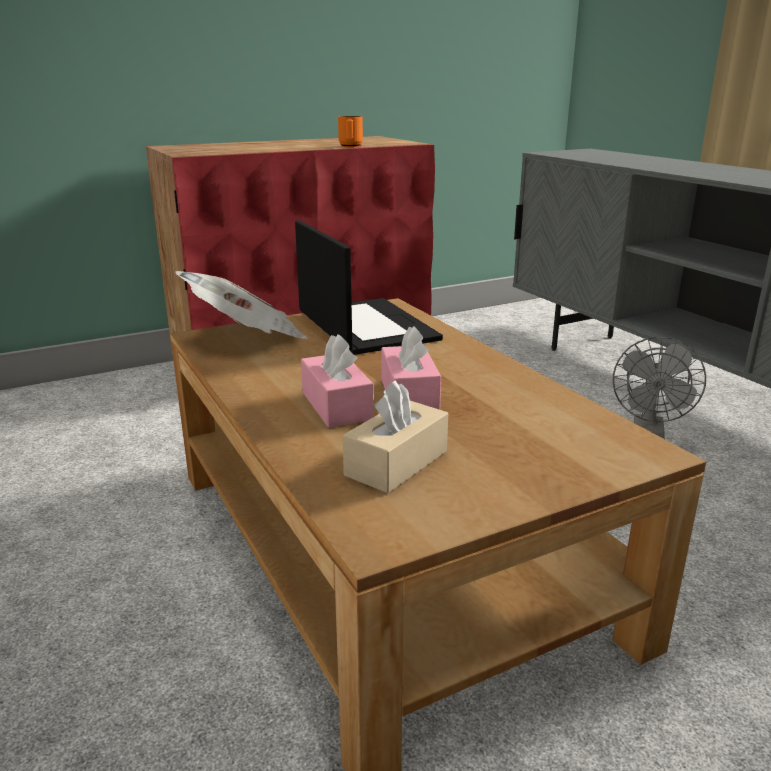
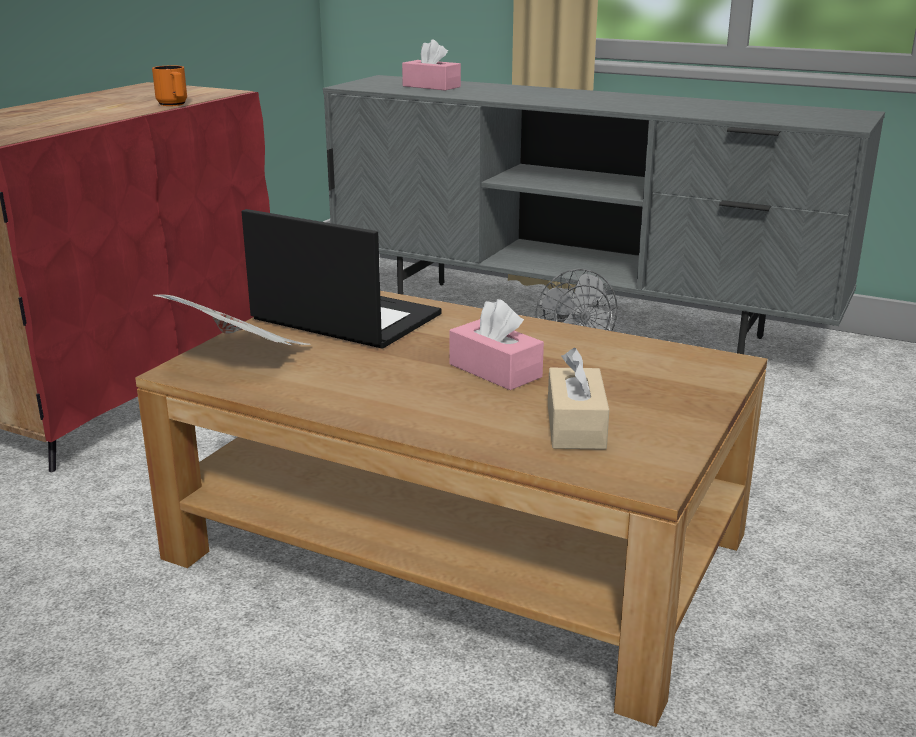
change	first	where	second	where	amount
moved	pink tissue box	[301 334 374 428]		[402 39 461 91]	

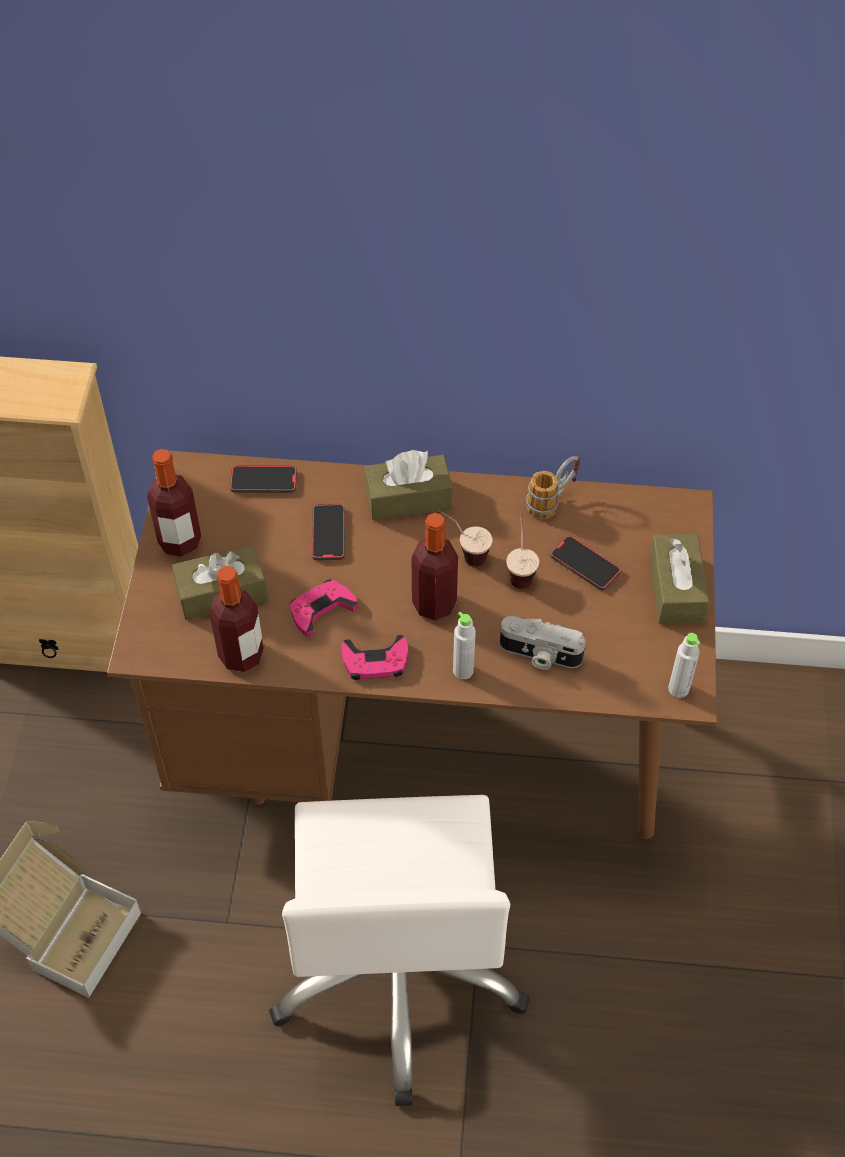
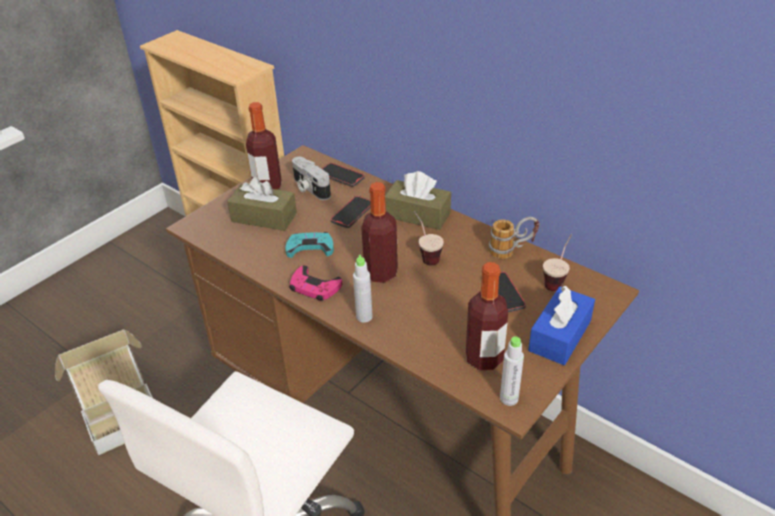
change	first	where	second	where	amount
moved	bottle	[209 566 264 672]		[466 262 508 370]	
recoloured	pink game controller	[290 580 358 637]	turquoise game controller	[285 232 334 258]	
moved	photo camera	[500 616 585 670]		[292 157 331 200]	
moved	cup	[506 513 539 589]		[543 234 572 291]	
recoloured	brown tissue box	[649 534 709 624]	blue tissue box	[528 286 595 365]	

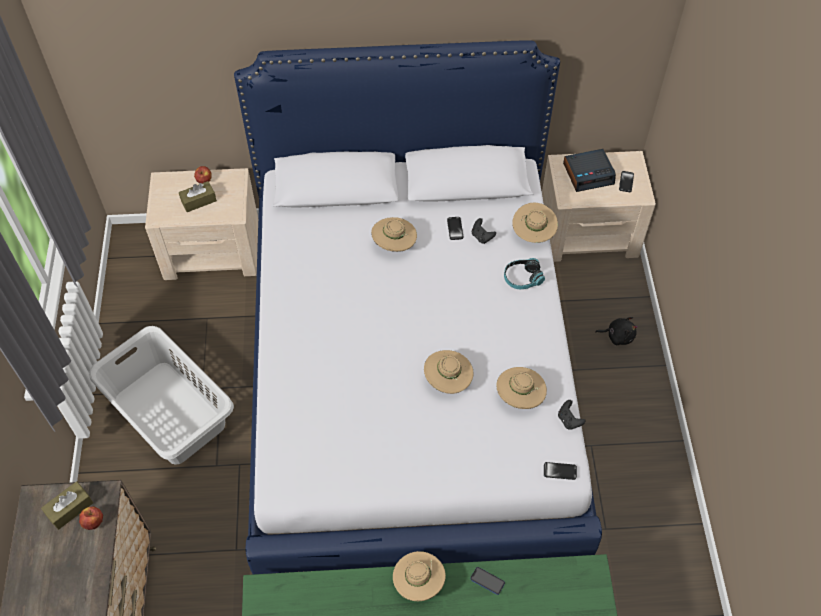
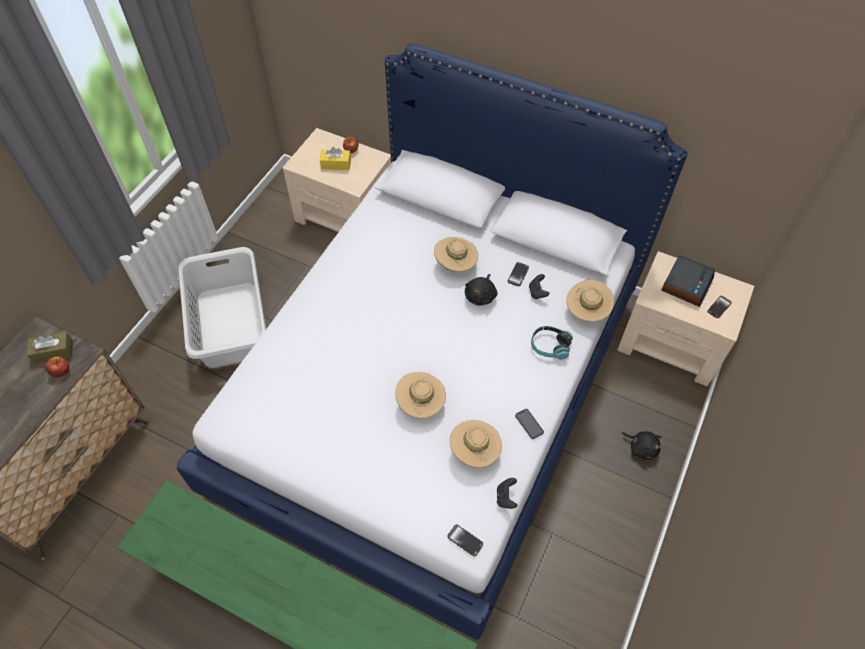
change	first	where	second	where	amount
recoloured	brown tissue box	[179 181 217 212]	yellow tissue box	[320 147 351 170]	
removed	beige hat	[393 551 446 601]			
moved	phone	[470 567 505 595]		[515 409 544 439]	
turned	alarm clock	[563 149 616 192]		[662 255 715 307]	75 degrees counterclockwise
added			black plush toy	[465 274 498 306]	

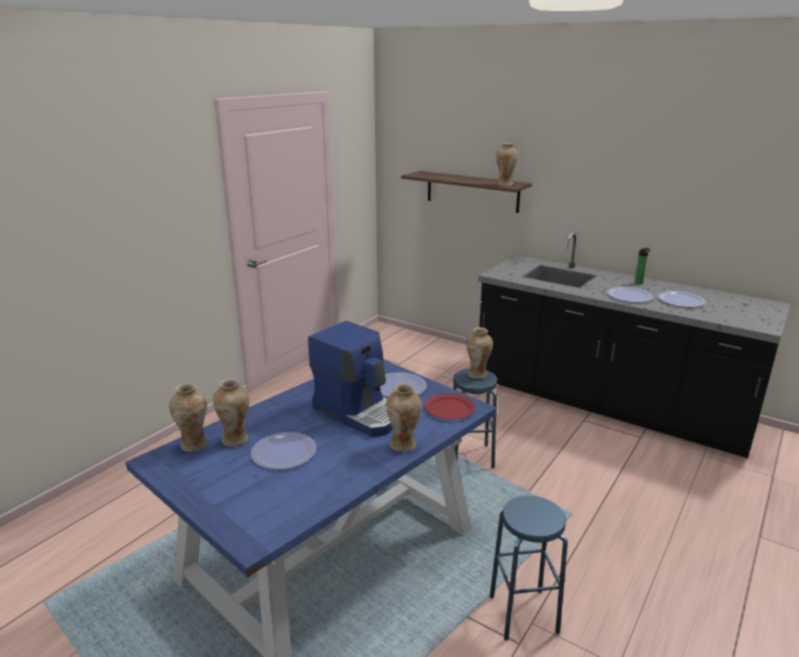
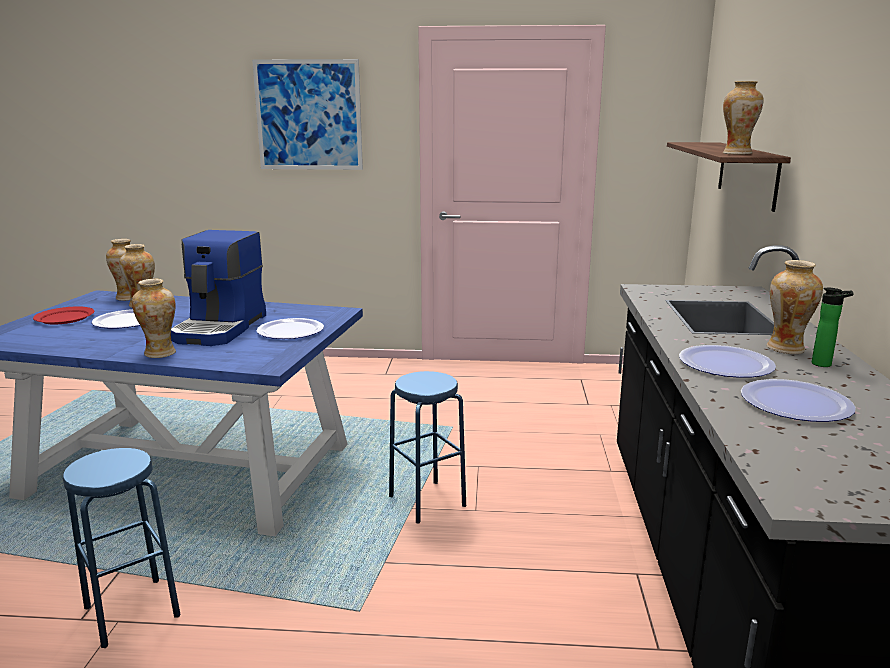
change	first	where	second	where	amount
moved	red plate	[424 393 475 420]		[33 306 94 324]	
moved	vase	[467 327 493 379]		[767 260 823 354]	
added			picture	[252 59 363 170]	

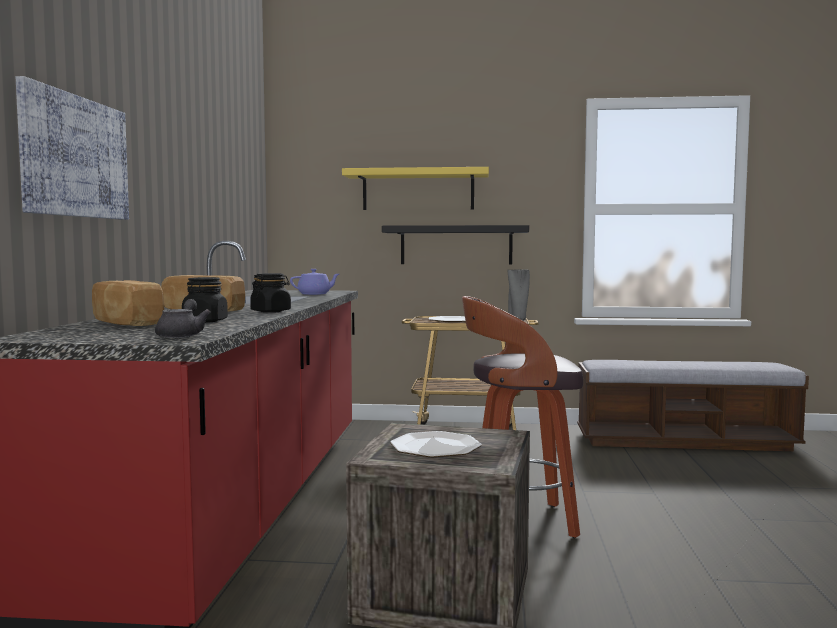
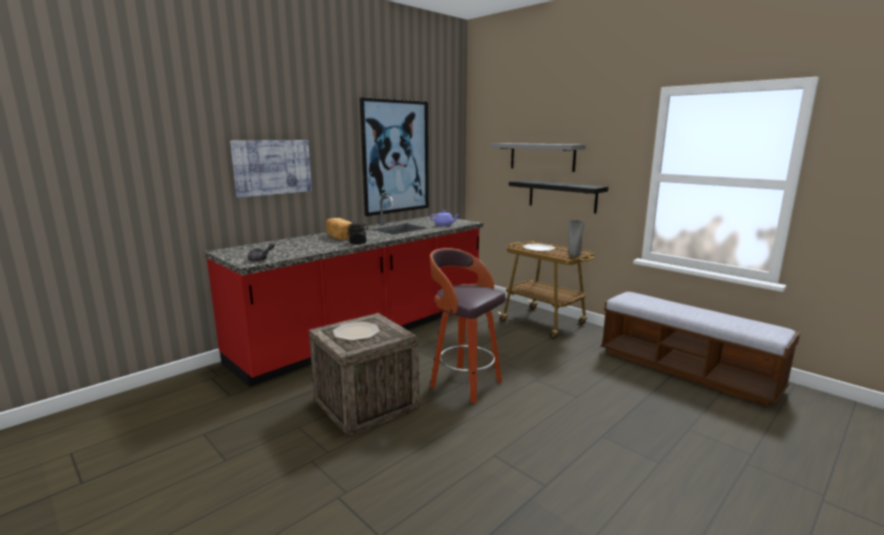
change	first	where	second	where	amount
removed	bread	[92 280 164 326]			
removed	black jar	[182 277 228 323]			
recoloured	yellow shelf	[342 167 489 210]	grey shelf	[490 143 586 172]	
added			picture	[360 97 429 216]	

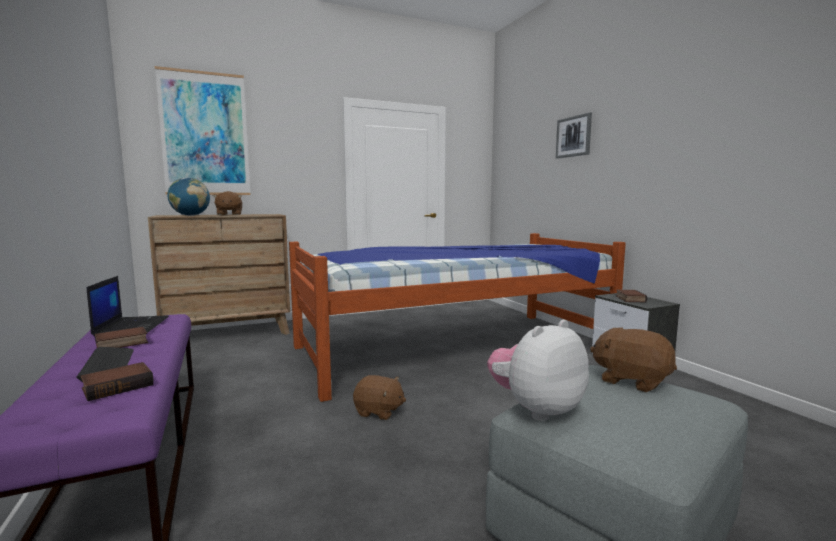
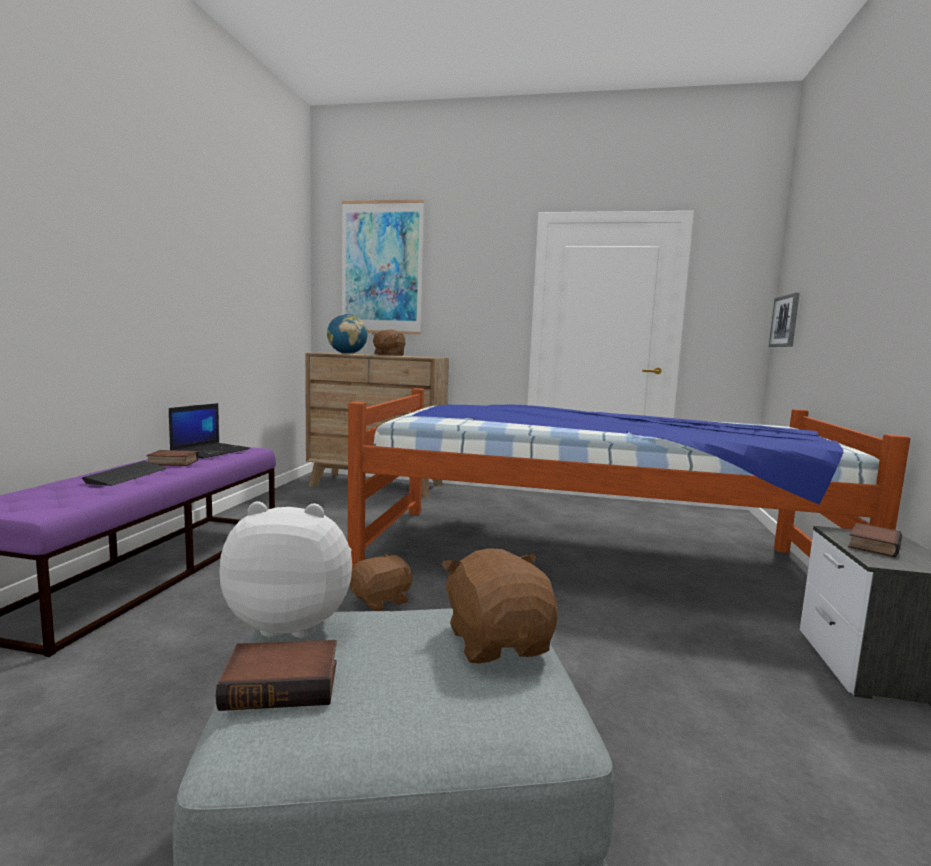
change	first	where	second	where	amount
moved	book	[80 362 154 401]		[216 640 337 711]	
turned	brown plush toy	[353 375 406 420]		[350 554 413 611]	90 degrees counterclockwise
moved	picture	[556 112 592 159]		[769 293 800 347]	

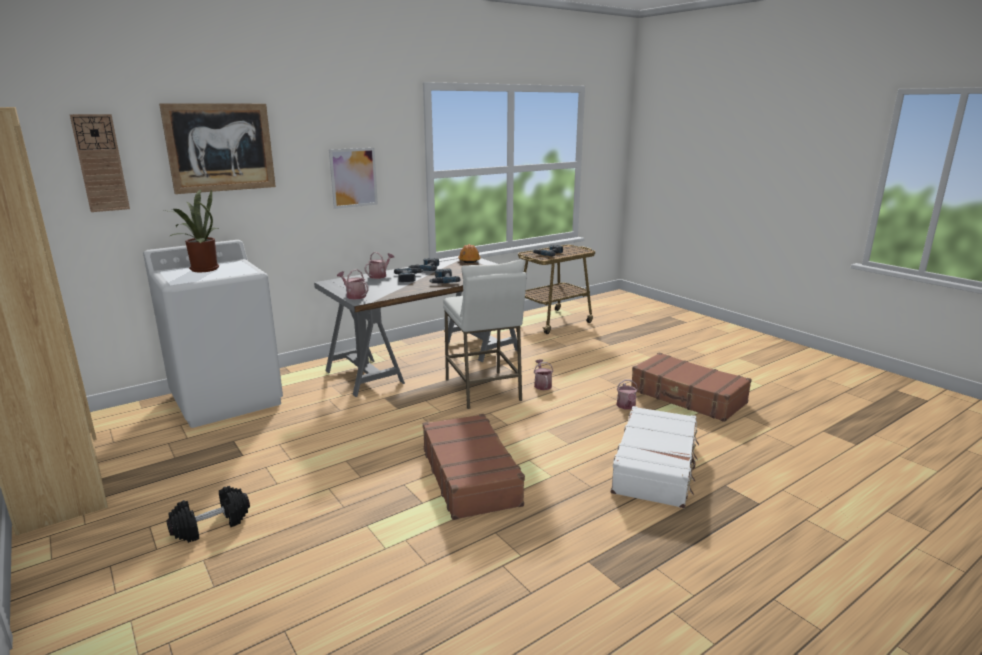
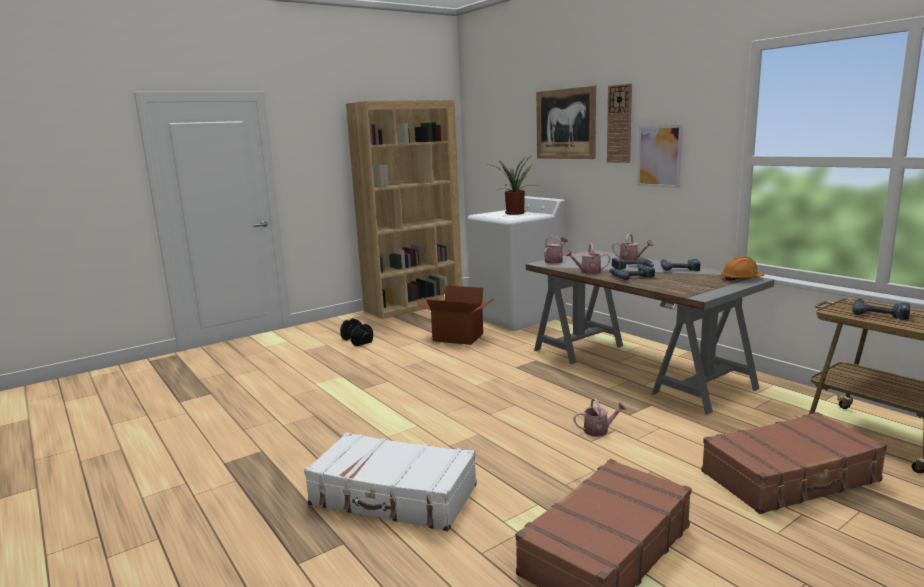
change	first	where	second	where	amount
moved	wall clock	[70 114 130 212]		[607 83 632 163]	
moved	brown suitcase	[422 414 525 520]		[701 412 887 514]	
removed	white stool	[443 260 527 409]			
moved	watering can	[616 380 638 409]		[565 244 610 274]	
added			cardboard box	[418 286 495 345]	

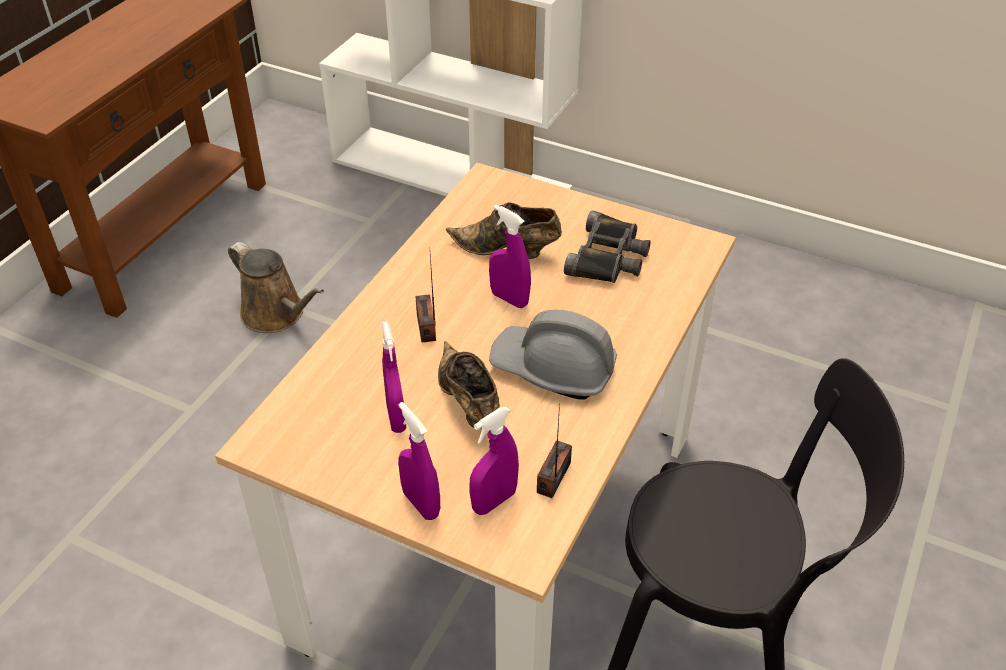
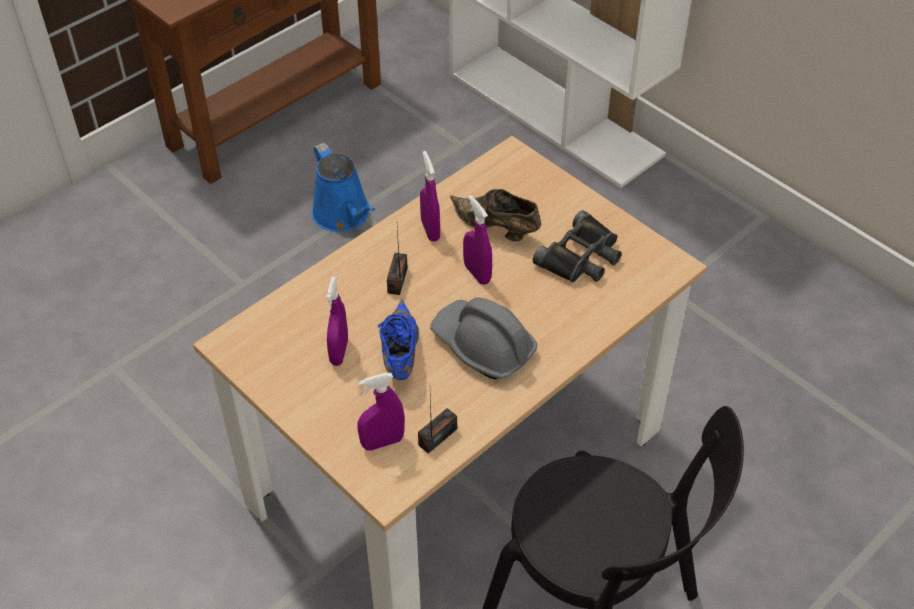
change	first	where	second	where	amount
recoloured	brown watering can	[228 242 324 333]	blue watering can	[312 143 375 232]	
moved	purple spray bottle	[398 402 440 520]		[420 151 440 242]	
recoloured	brown shoe	[438 341 500 429]	blue shoe	[378 299 419 380]	

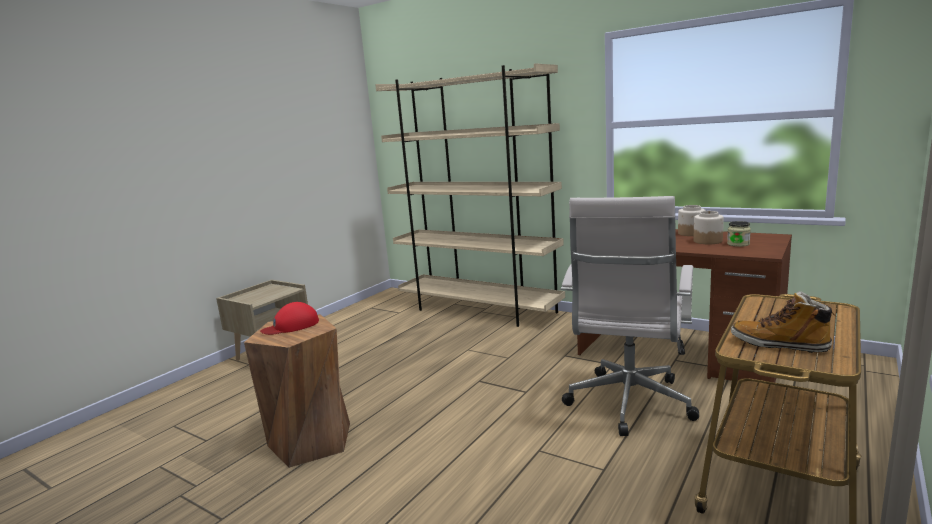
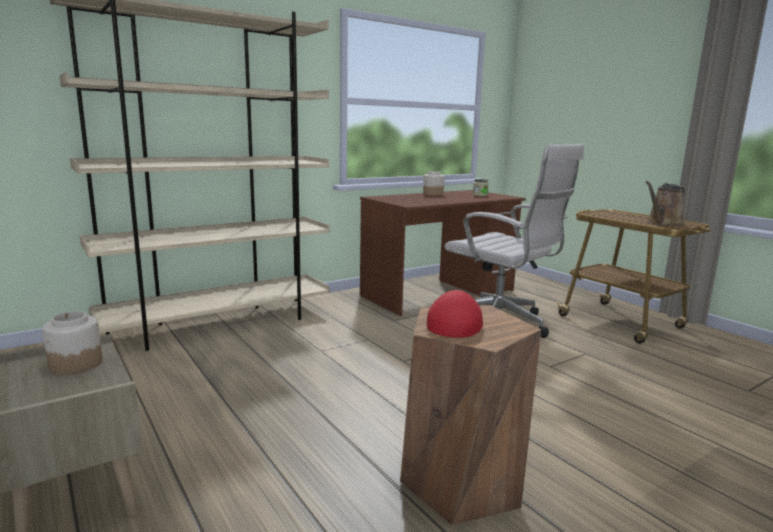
change	first	where	second	where	amount
turned	red cap	[260 302 319 335]		[427 290 483 338]	150 degrees counterclockwise
moved	jar	[693 211 724 244]		[42 311 102 375]	
replaced	boot	[731 291 836 353]	brown watering can	[646 181 685 226]	

